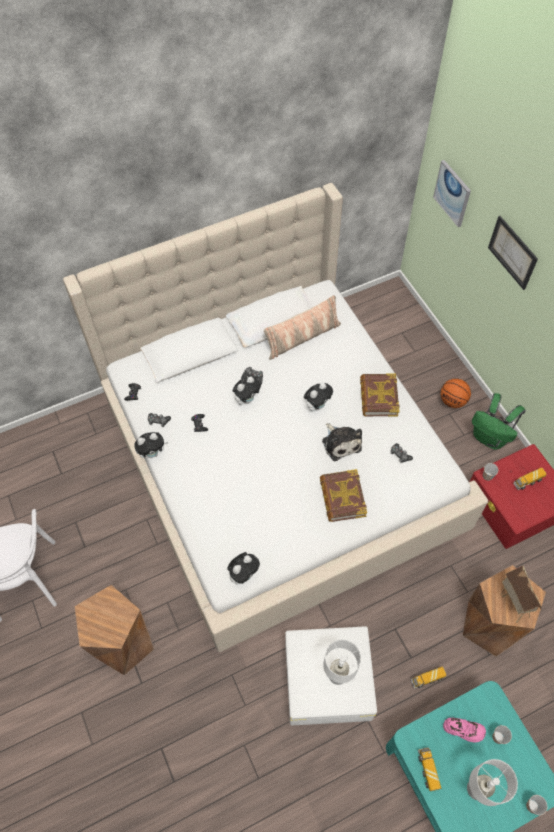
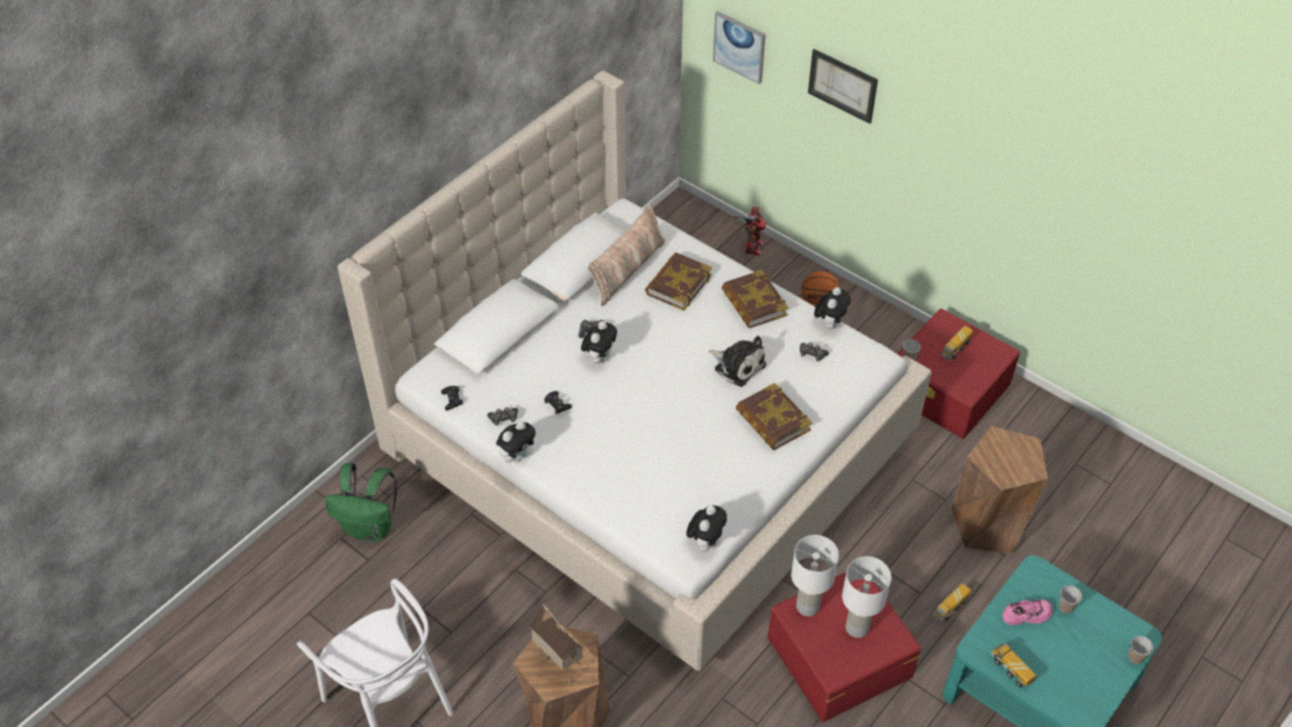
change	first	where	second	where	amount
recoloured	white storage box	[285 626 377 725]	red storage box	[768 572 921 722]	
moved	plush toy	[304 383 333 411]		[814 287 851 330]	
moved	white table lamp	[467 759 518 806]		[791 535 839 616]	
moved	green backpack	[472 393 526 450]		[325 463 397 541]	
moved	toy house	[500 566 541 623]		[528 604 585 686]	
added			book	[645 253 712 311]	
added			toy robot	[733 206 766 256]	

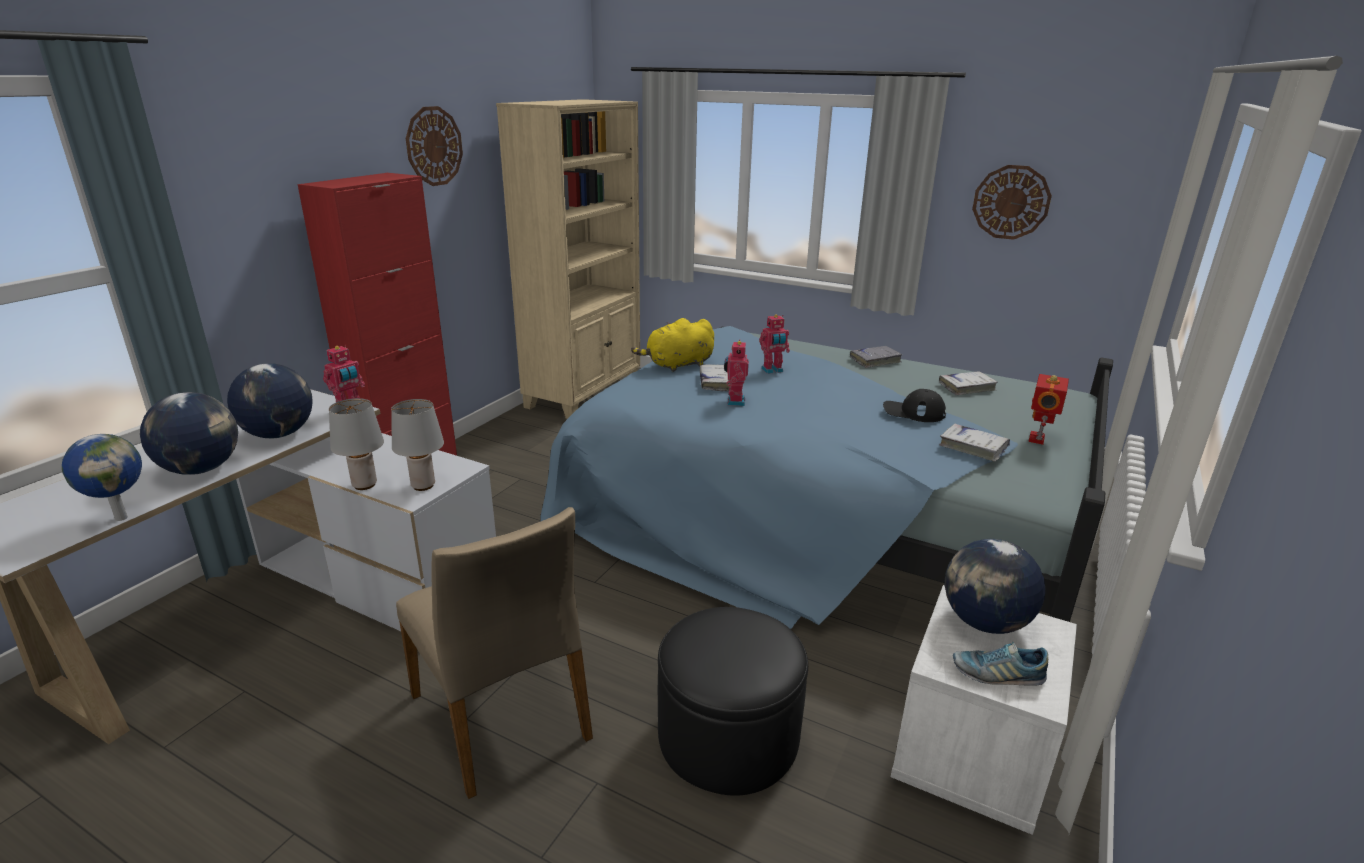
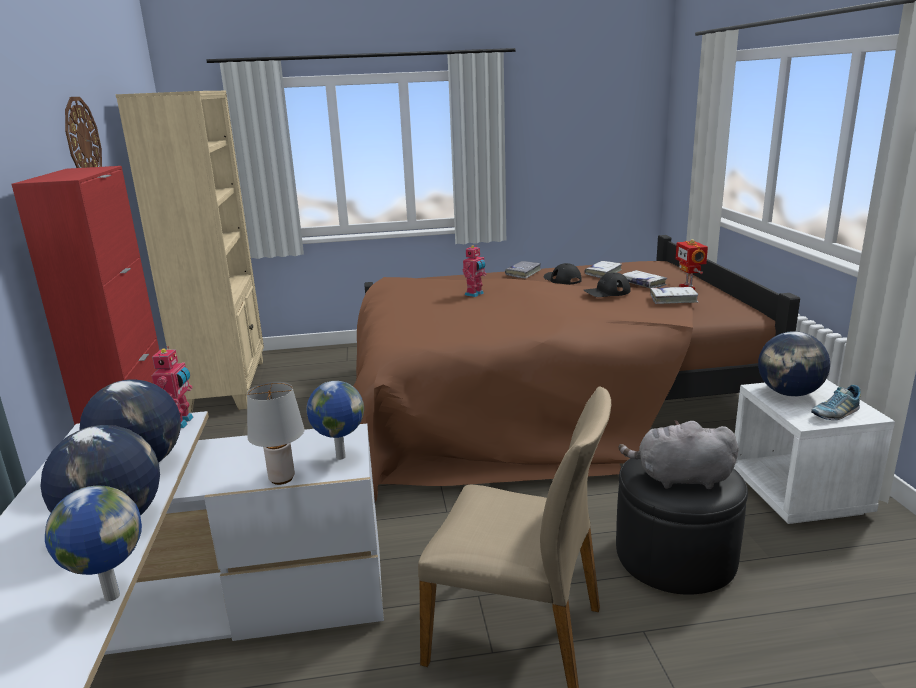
change	first	where	second	where	amount
replaced	grey table lamp	[391 399 444 491]	globe	[306 381 364 460]	
recoloured	blue bed	[540 326 1113 629]	brown bed	[353 235 800 502]	
removed	yellow plush toy	[631 318 714 372]			
moved	white book	[700 365 730 392]		[623 270 667 288]	
removed	toy robot	[724 339 749 406]			
removed	wall clock	[972 165 1052 240]			
added			black cap	[543 263 582 285]	
added			grey plush toy	[619 420 739 489]	

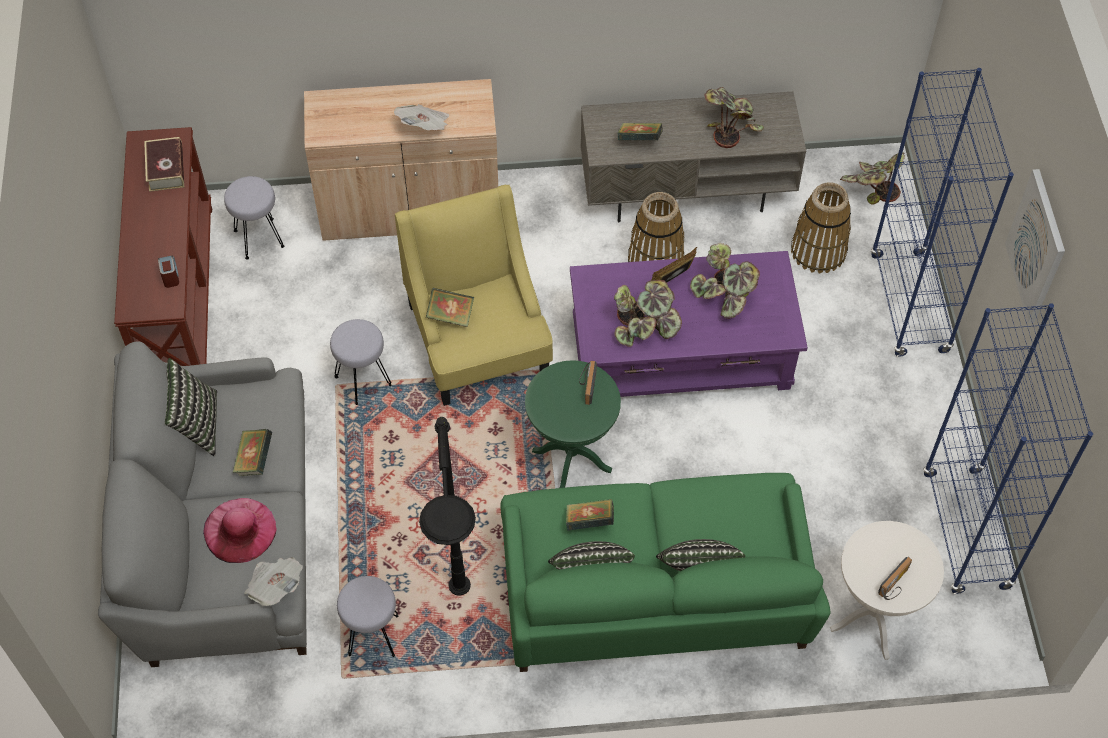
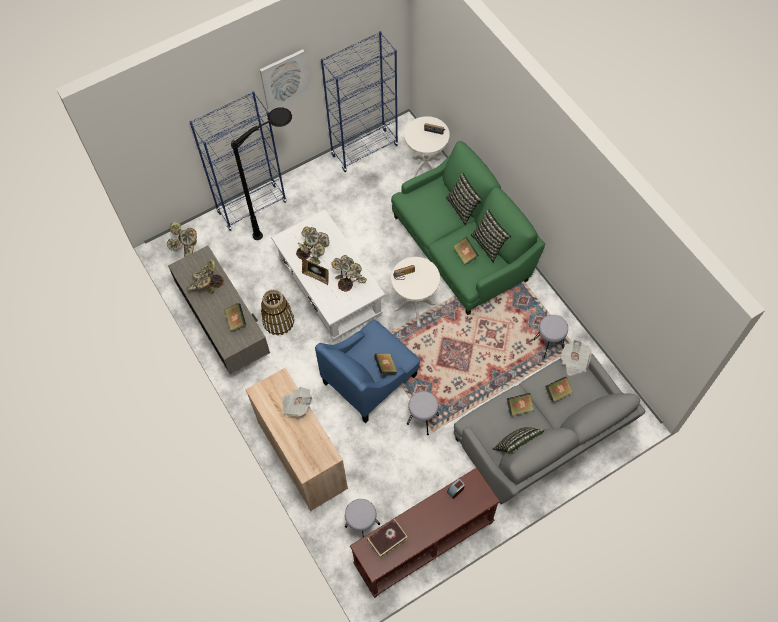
change	first	where	second	where	amount
replaced	pink hat	[203 498 276 563]	book	[545 377 573 402]	
recoloured	yellow armchair	[395 185 553 406]	blue armchair	[315 319 420 423]	
moved	black floor lamp	[419 417 476 596]		[231 107 292 240]	
recoloured	green side table	[525 360 621 488]	white side table	[391 257 440 326]	
recoloured	purple coffee table	[570 251 808 397]	white coffee table	[271 210 385 342]	
removed	basket	[791 182 851 274]			

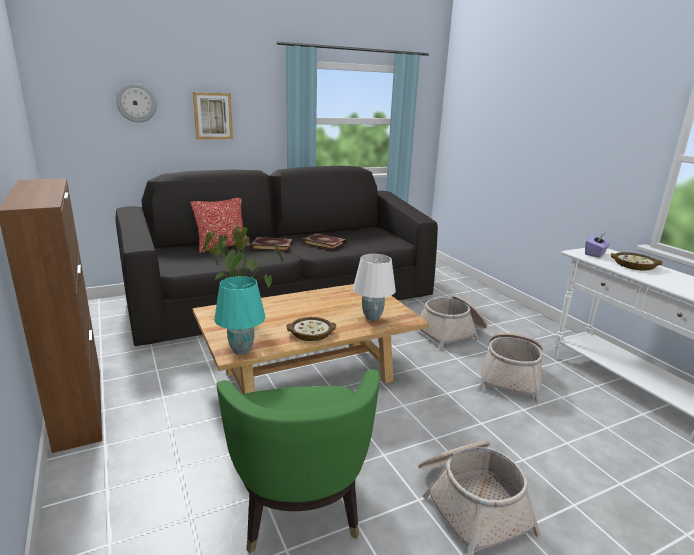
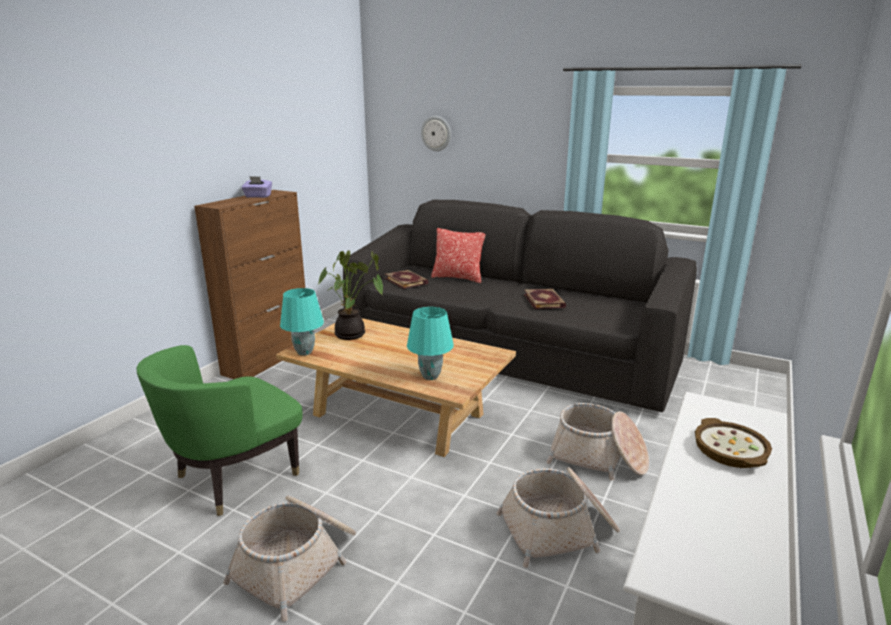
change	first	where	second	where	amount
removed	picture	[193 92 233 139]			
moved	book	[250 237 293 251]		[385 270 428 289]	
removed	bowl	[286 317 336 341]			
recoloured	white table lamp	[353 254 396 321]	turquoise table lamp	[407 307 454 380]	
moved	purple tissue box	[585 233 610 258]		[242 176 272 198]	

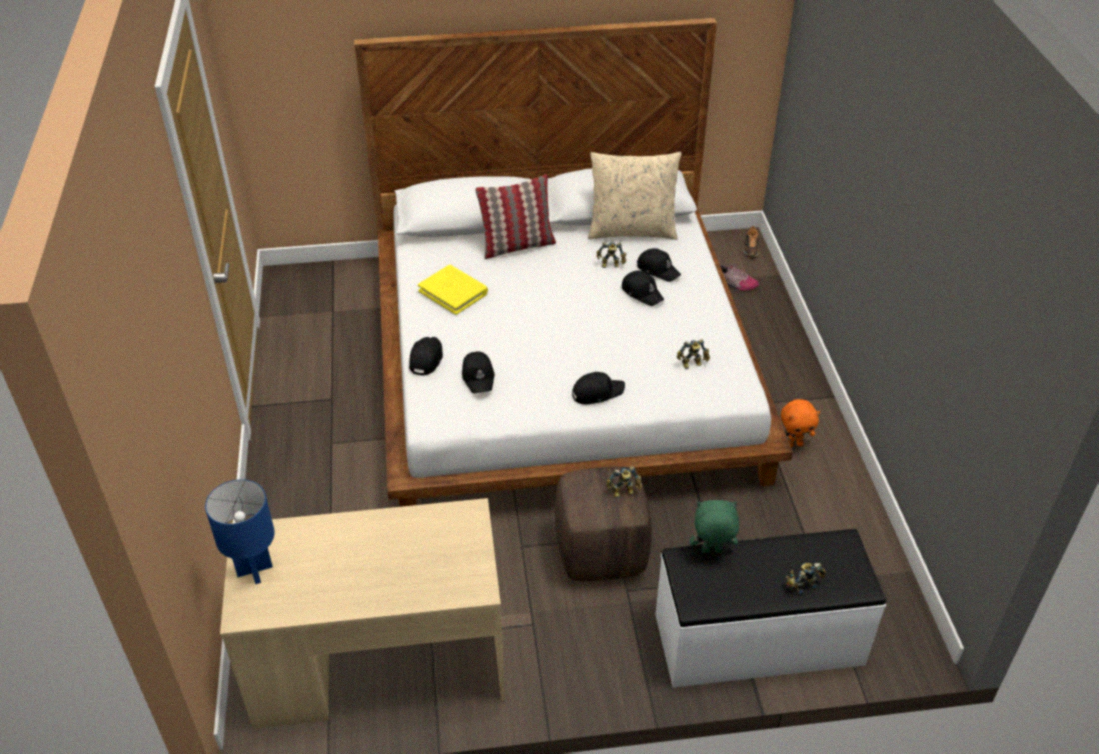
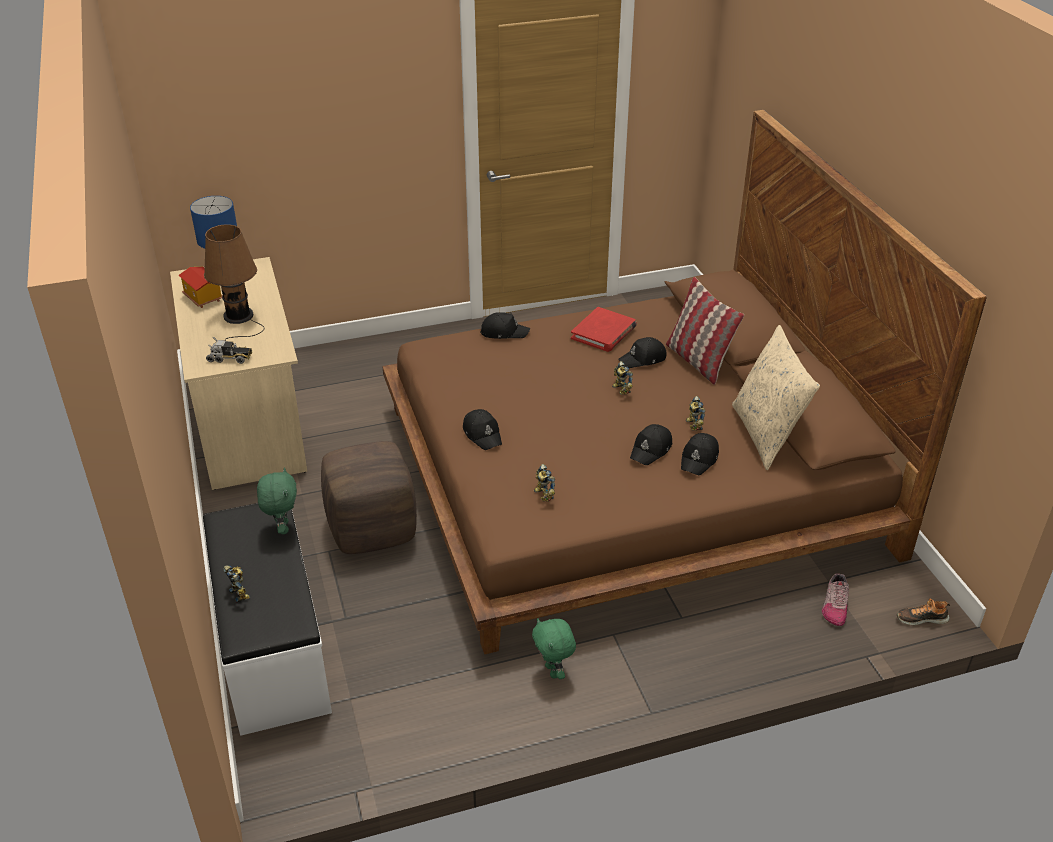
change	first	where	second	where	amount
recoloured	white bed	[354 18 793 507]	brown bed	[382 110 987 654]	
recoloured	yellow book	[418 265 488 315]	red book	[571 307 637 352]	
moved	black cap	[462 352 495 394]		[619 337 666 368]	
moved	toy robot	[606 466 642 498]		[612 361 633 395]	
recoloured	orange plush toy	[781 399 820 448]	green plush toy	[532 618 576 679]	
added			toy house	[179 267 223 308]	
added			brown table lamp	[204 224 264 341]	
added			toy truck	[206 337 252 364]	

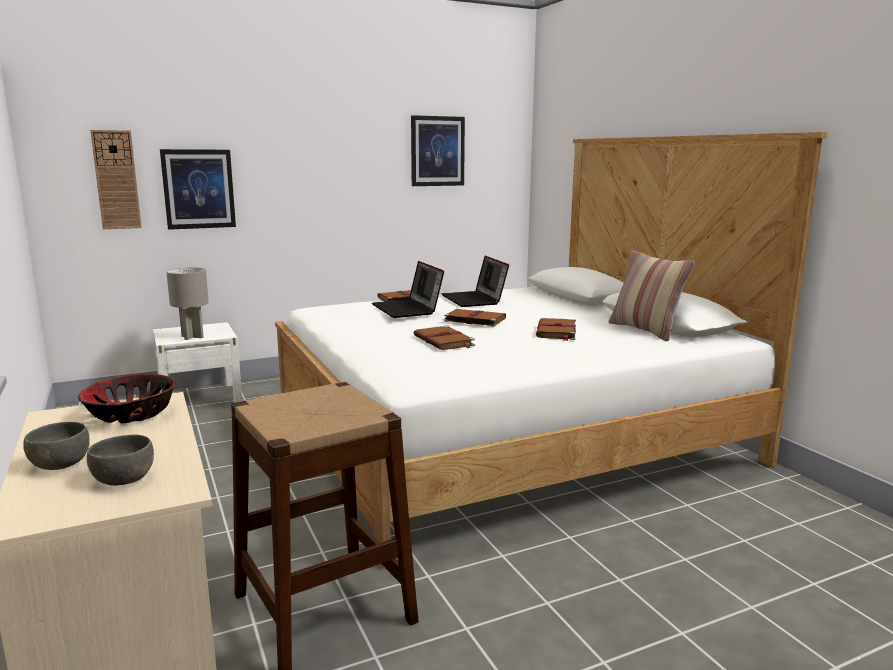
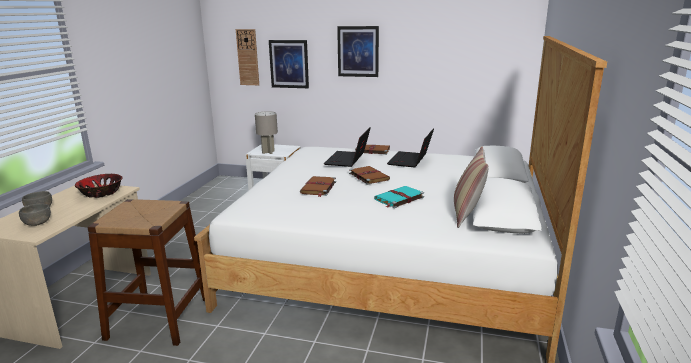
change	first	where	second	where	amount
moved	picture	[411 115 465 186]		[337 26 379 77]	
recoloured	brown book	[536 318 576 341]	turquoise book	[374 186 424 208]	

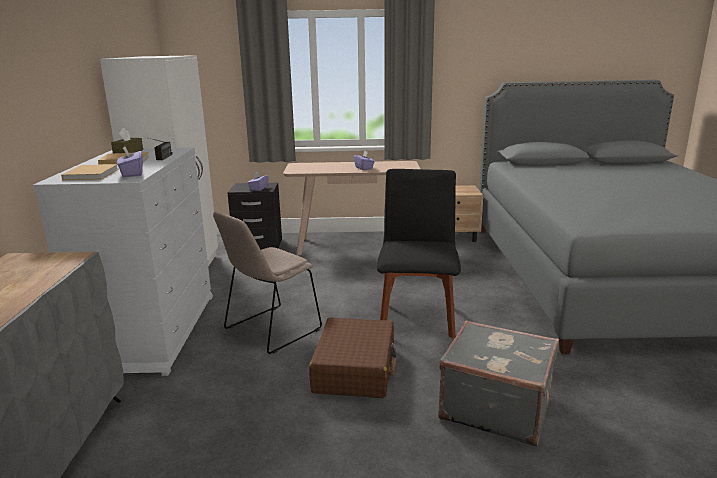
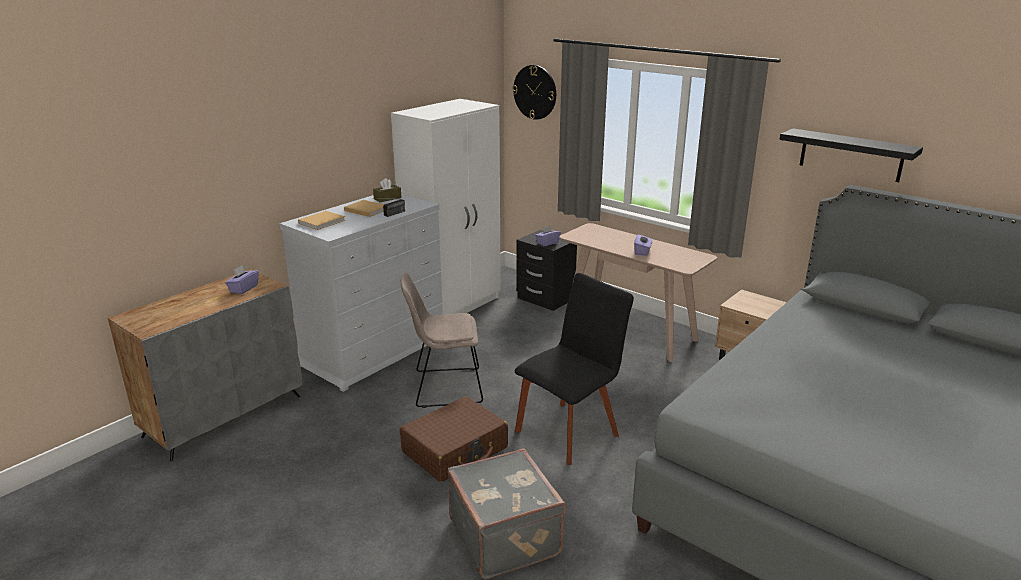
change	first	where	second	where	amount
moved	purple tissue box	[117 146 143 177]		[225 265 259 294]	
added			wall clock	[513 65 556 120]	
added			black shelf	[779 128 923 182]	

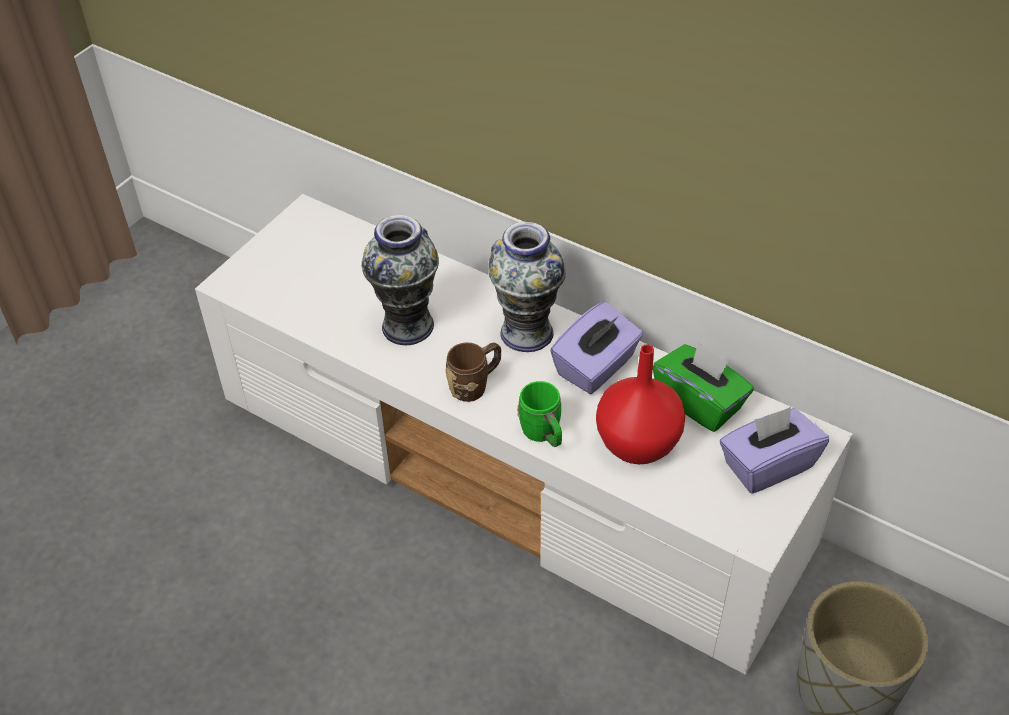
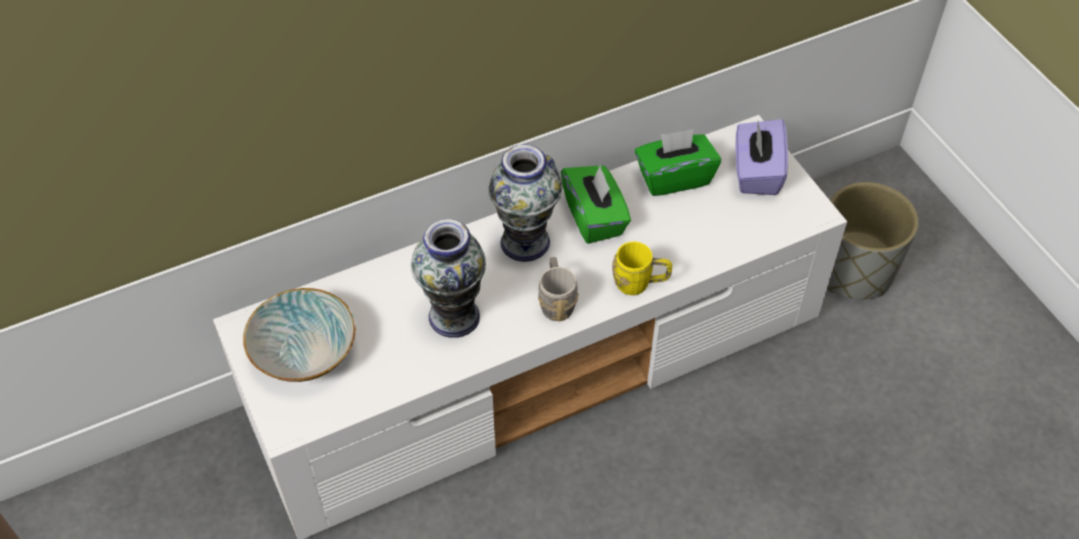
change	first	where	second	where	amount
recoloured	brown mug	[445 342 501 402]	grey mug	[538 257 579 322]	
recoloured	green mug	[517 381 562 447]	yellow mug	[612 241 672 295]	
recoloured	purple tissue box	[550 301 643 394]	green tissue box	[561 164 631 244]	
removed	red vase	[596 344 685 464]			
added			bowl	[243 288 356 382]	

